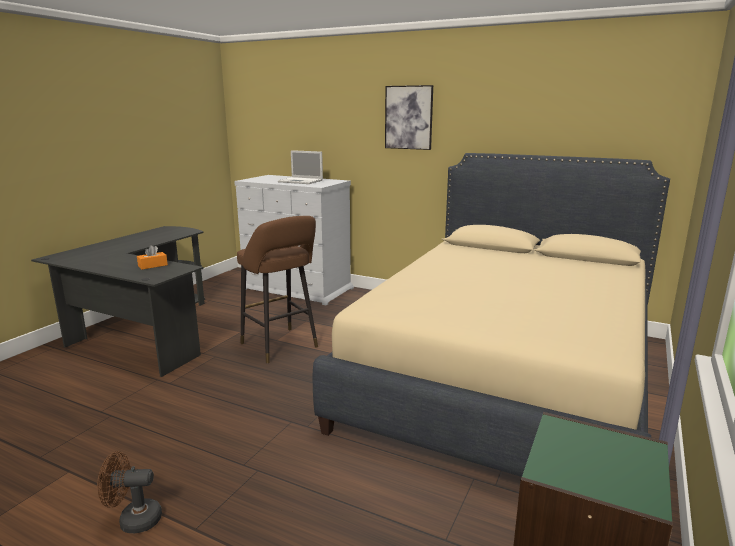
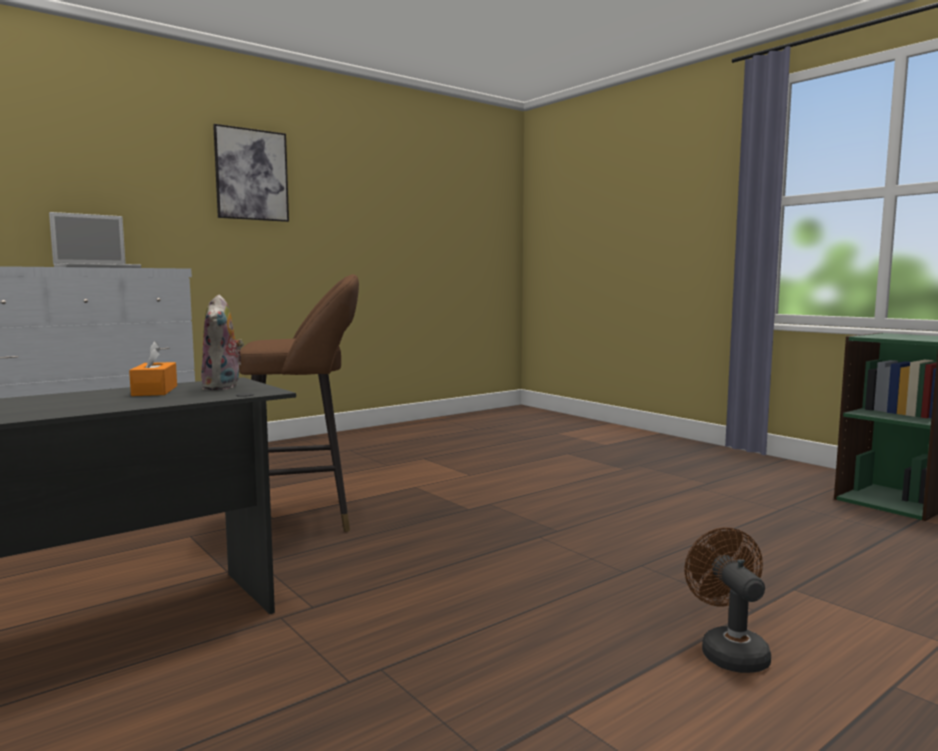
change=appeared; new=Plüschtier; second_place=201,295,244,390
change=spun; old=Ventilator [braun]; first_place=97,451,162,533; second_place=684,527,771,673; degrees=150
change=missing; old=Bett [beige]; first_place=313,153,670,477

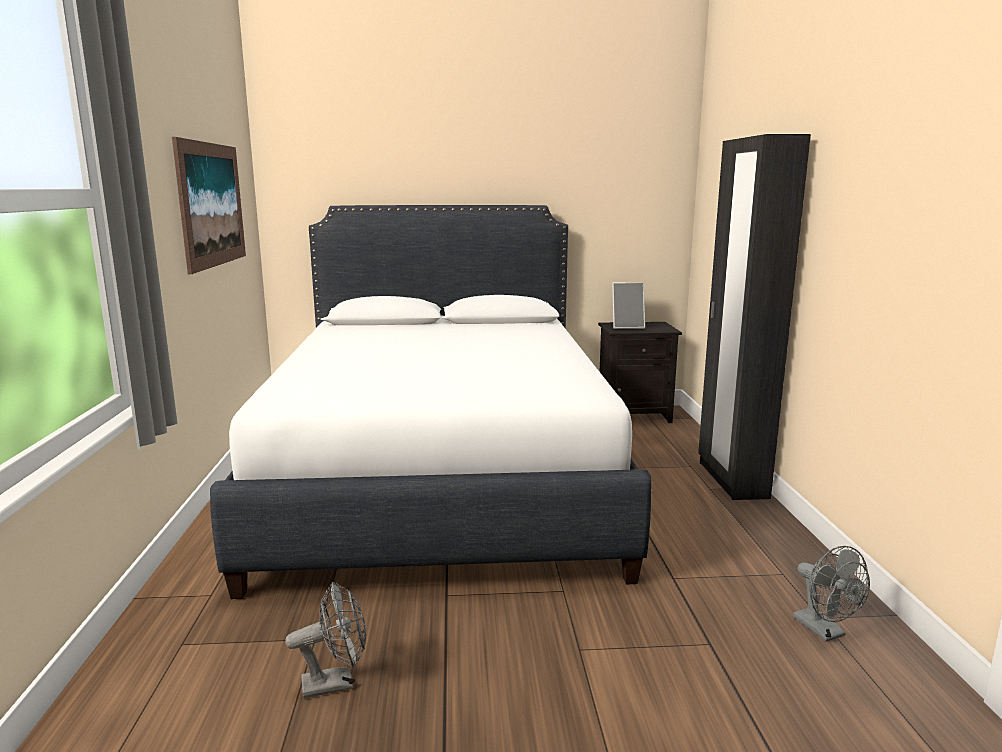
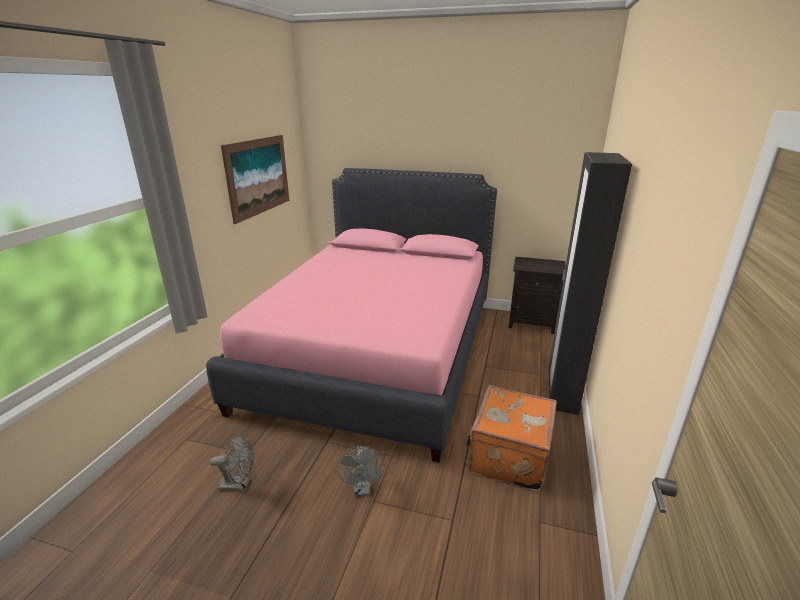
change=colour; old=Bett [weiß]; new=Bett [rosa]; first_place=210,205,651,599; second_place=206,168,497,463
change=relocated; old=Ventilator [grau]; first_place=793,546,870,642; second_place=337,446,385,496
change=appeared; new=Koffer [orange]; second_place=466,385,557,492
change=missing; old=Bilderrahmen; first_place=612,282,645,329

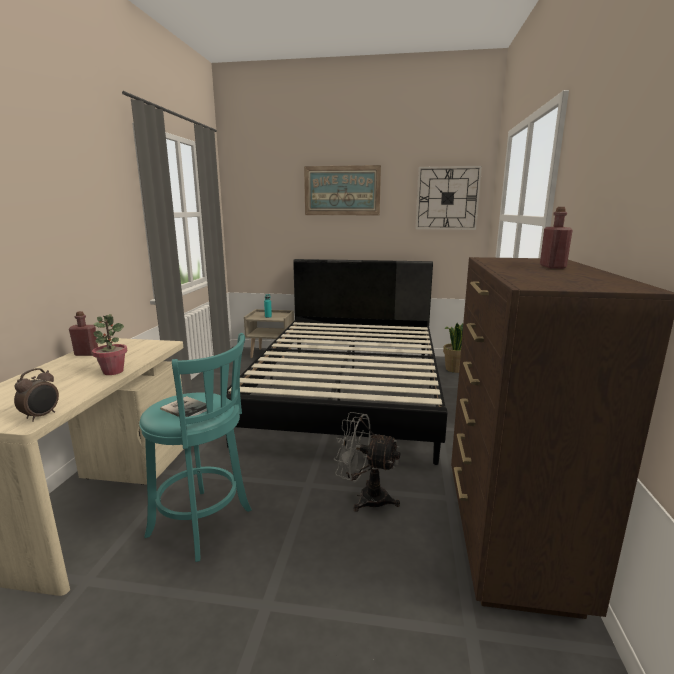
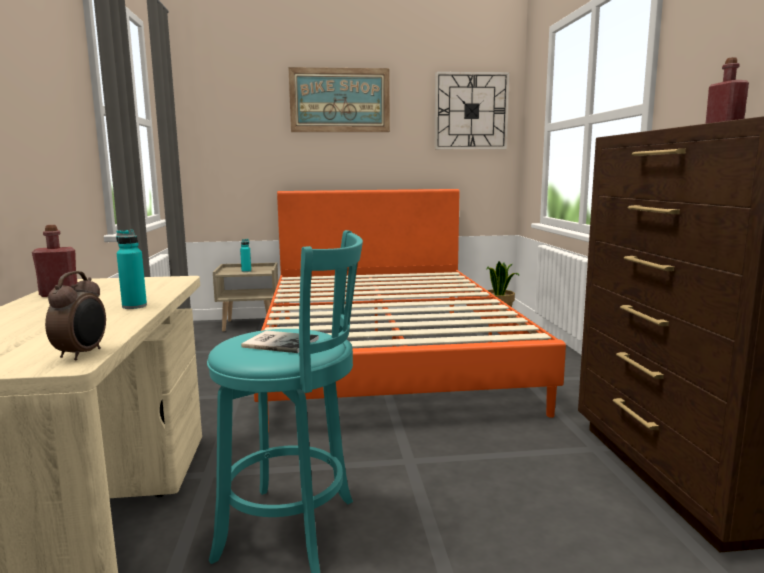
change=exchanged; old=Topfpflanze; new=Flasche [türkis]; first_place=92,314,127,375; second_place=116,230,147,309
change=colour; old=Bett [schwarz]; new=Bett [orange]; first_place=226,259,447,465; second_place=254,189,566,433
change=missing; old=Ventilator [grau]; first_place=334,412,401,512

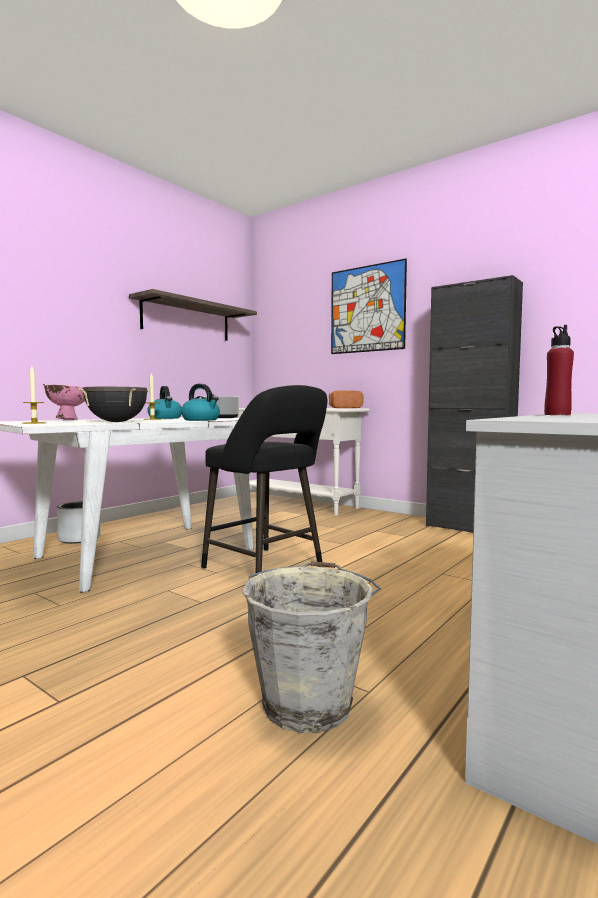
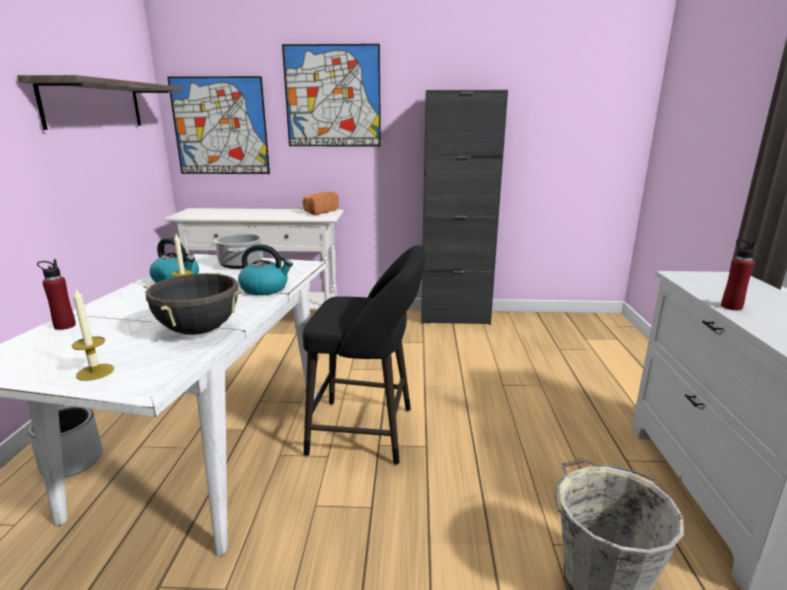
change=exchanged; old=Schüssel [rosa]; new=Flasche [rot]; first_place=43,384,85,420; second_place=37,259,76,330
change=appeared; new=Bild; second_place=167,76,270,174

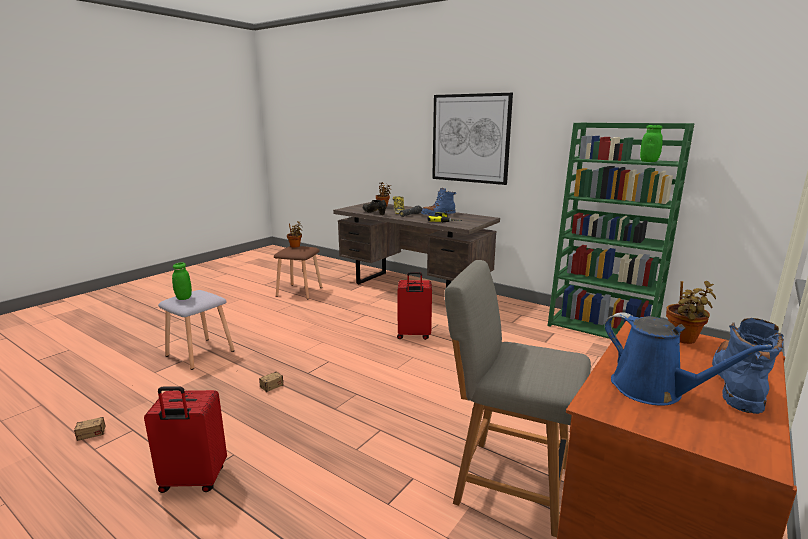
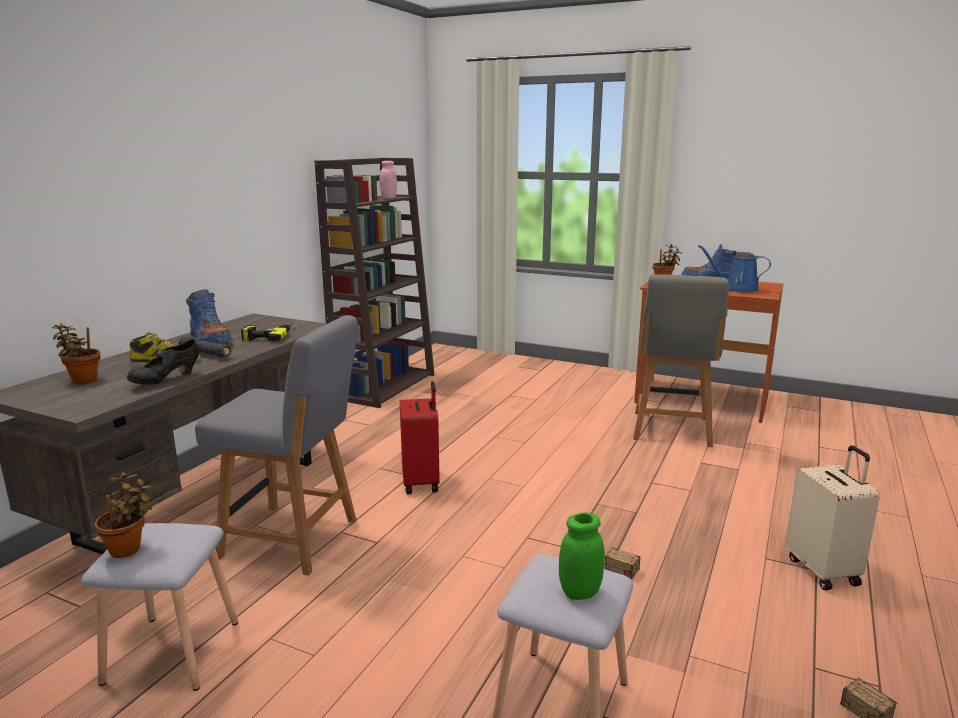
change=colour; old=Hocker [braun]; new=Hocker [grau]; first_place=274,246,322,299; second_place=81,523,238,691
change=appeared; new=Stuhl [grau]; second_place=195,315,358,576
change=colour; old=Bücherregal [grün]; new=Bücherregal [braun]; first_place=548,123,695,339; second_place=315,158,434,408
change=colour; old=Vorratsglas [grün]; new=Vorratsglas [rosa]; first_place=640,125,663,162; second_place=379,161,397,198
change=spun; old=Gießkanne [blau]; first_place=604,312,774,405; second_place=698,245,771,293; degrees=-105
change=colour; old=Koffer [rot]; new=Koffer [beige]; first_place=144,386,227,493; second_place=785,445,880,591
change=missing; old=Bild; first_place=432,93,513,185

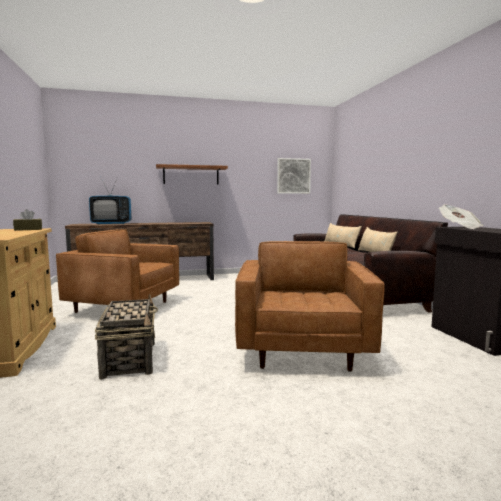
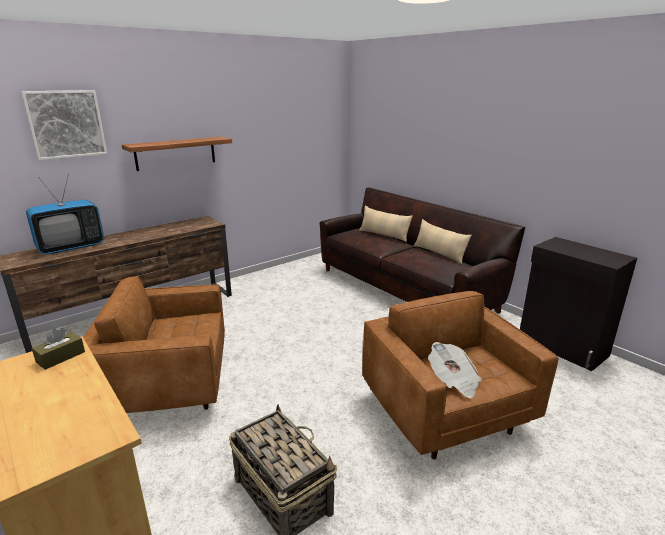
change=relocated; old=Bild; first_place=277,158,311,194; second_place=21,90,107,161
change=relocated; old=Zeitung; first_place=439,204,483,229; second_place=428,342,482,398

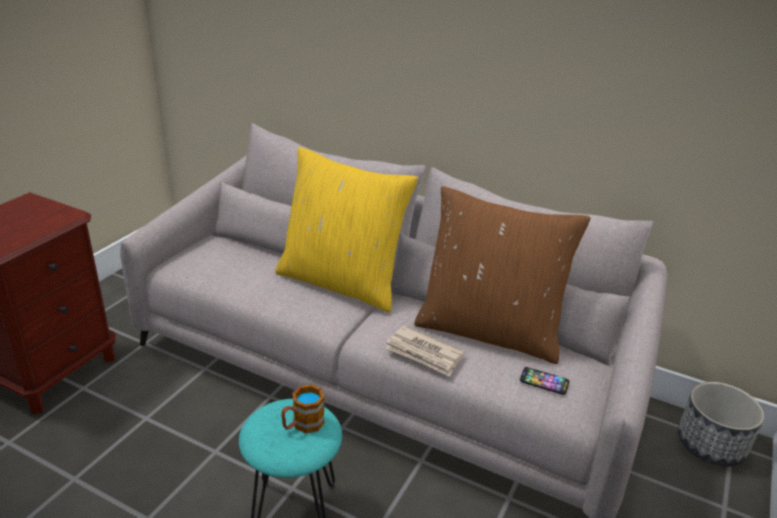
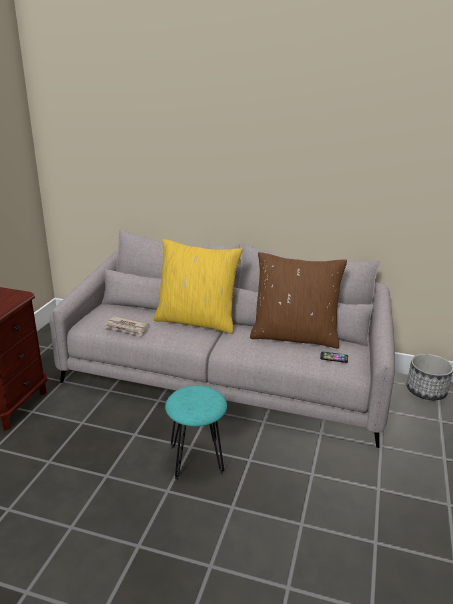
change=relocated; old=Zeitung; first_place=386,325,465,377; second_place=105,316,149,336
change=missing; old=Henkelbecher; first_place=281,384,325,433

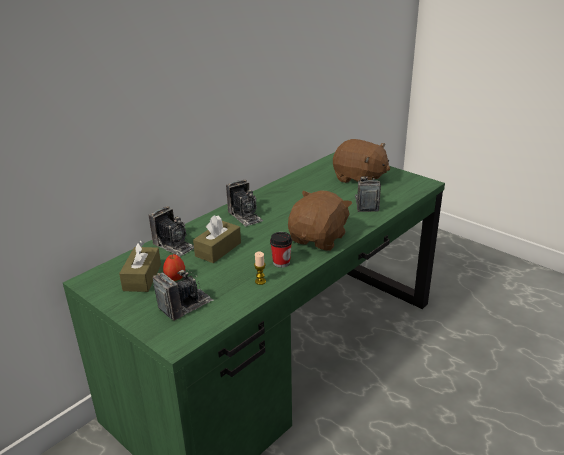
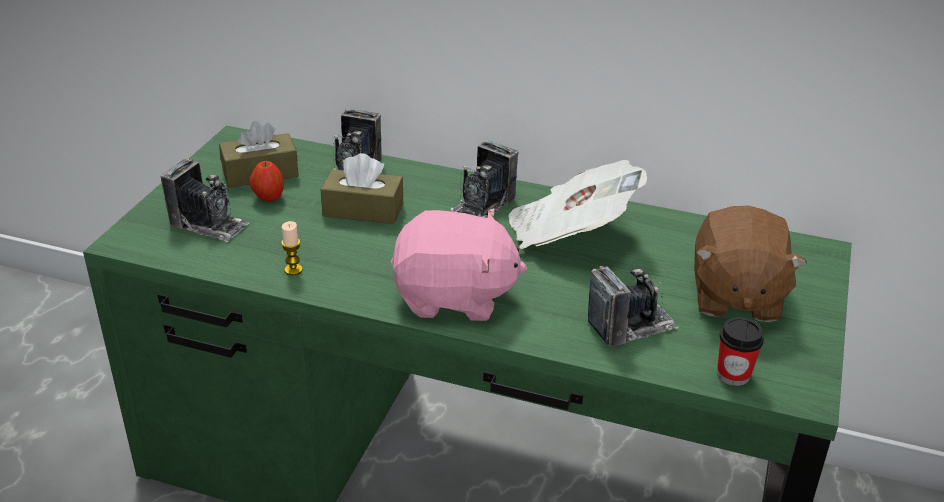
change=colour; old=Plüschtier [braun]; new=Plüschtier [rosa]; first_place=288,190,352,251; second_place=390,208,527,321
change=appeared; new=Zeitung; second_place=508,160,647,249
change=relocated; old=Tasse; first_place=270,232,292,268; second_place=717,317,764,386

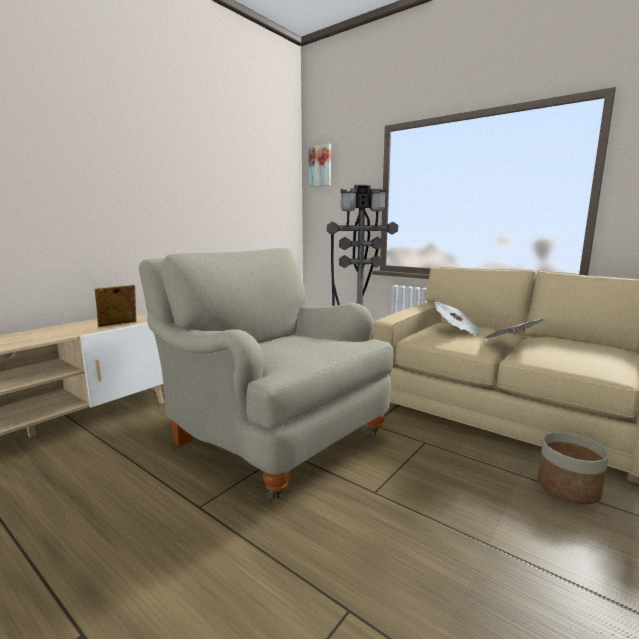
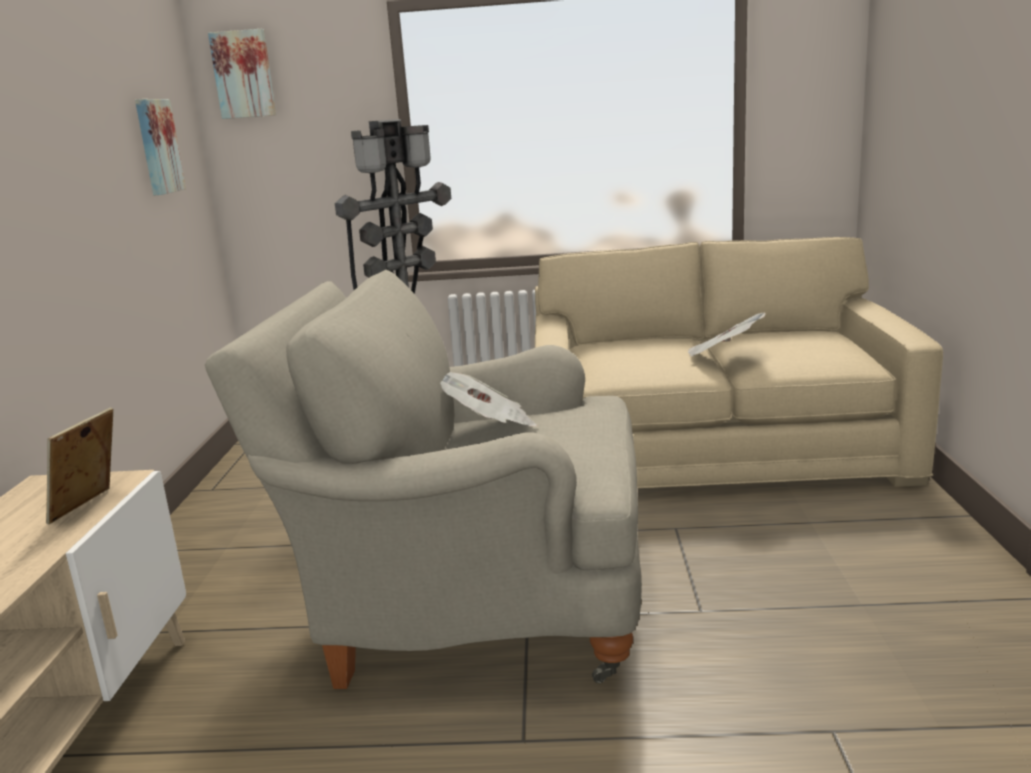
change=appeared; new=Bild; second_place=135,99,186,195
change=relocated; old=Zeitung; first_place=434,302,481,337; second_place=440,372,537,427
change=missing; old=Pflanzkübel; first_place=538,432,609,505

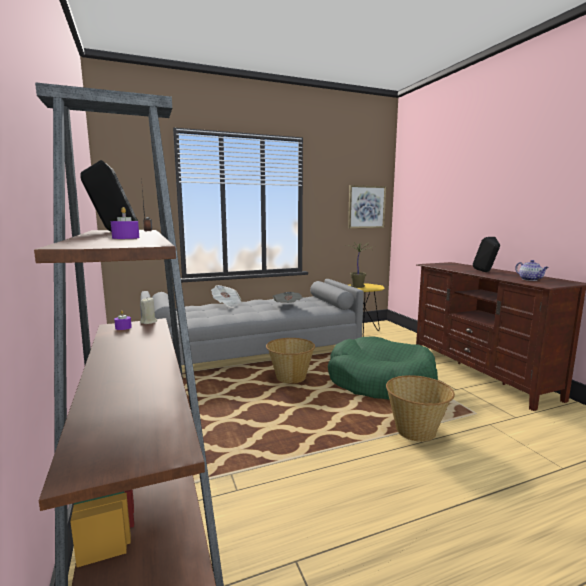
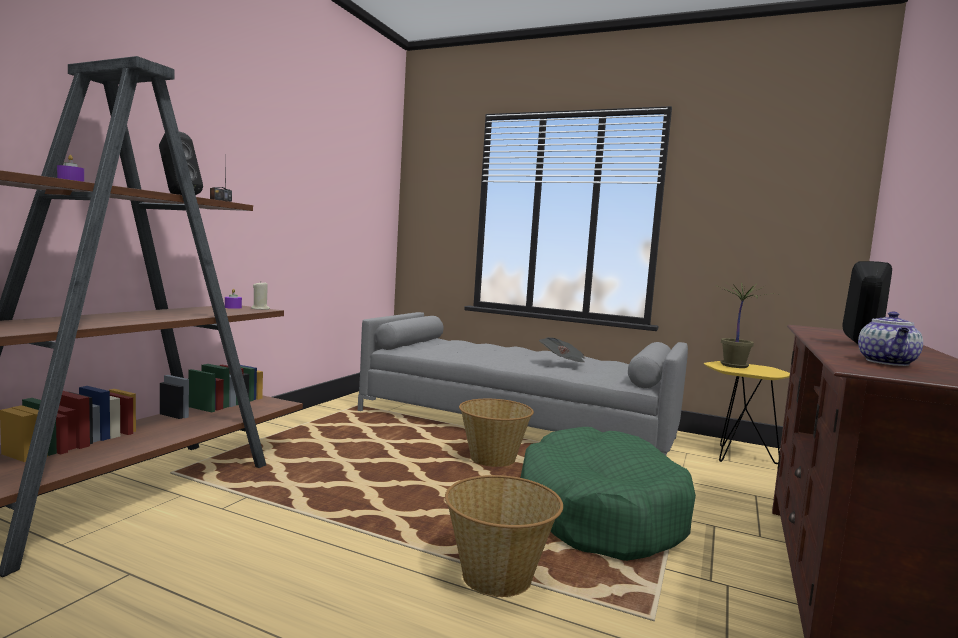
change=missing; old=Zeitung; first_place=211,285,243,308
change=missing; old=Bild; first_place=348,185,386,228

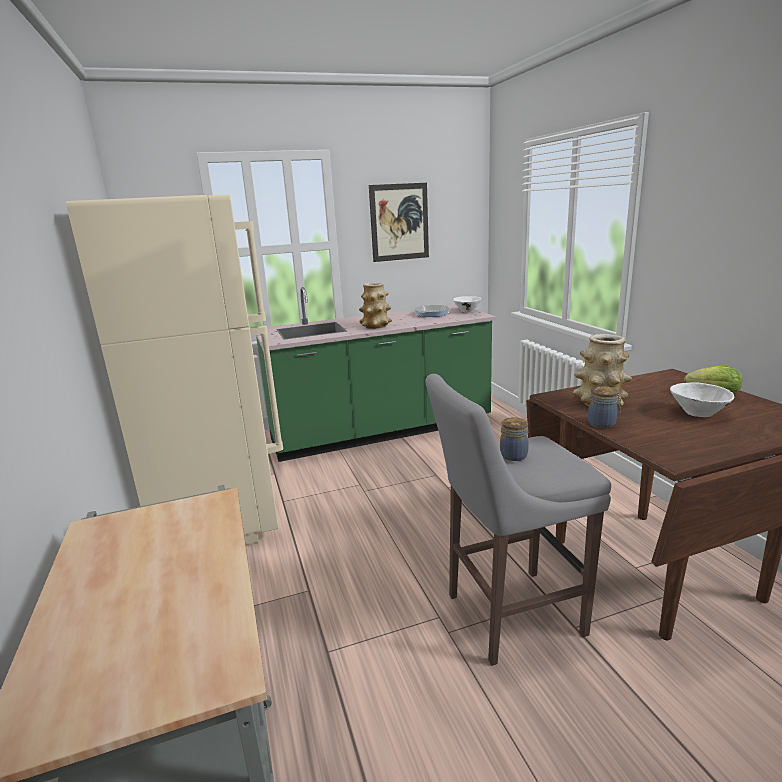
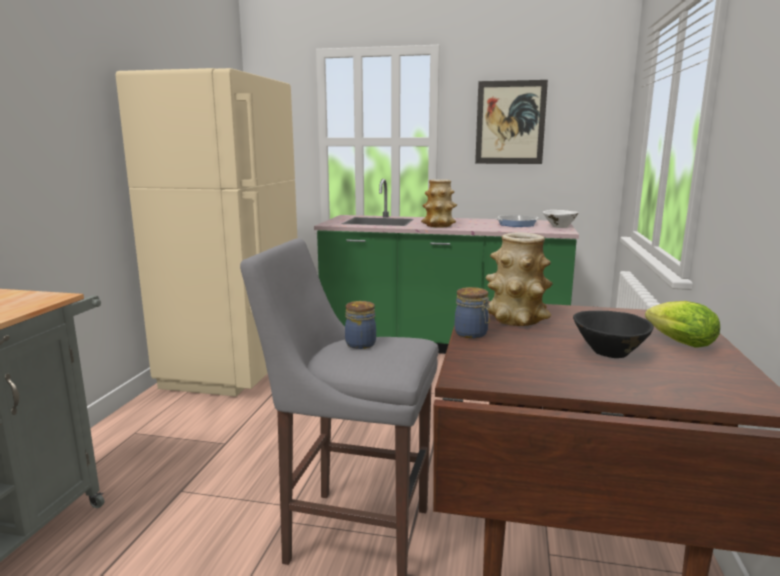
change=colour; old=Schüssel [weiß]; new=Schüssel [schwarz]; first_place=670,382,734,417; second_place=573,311,654,358

